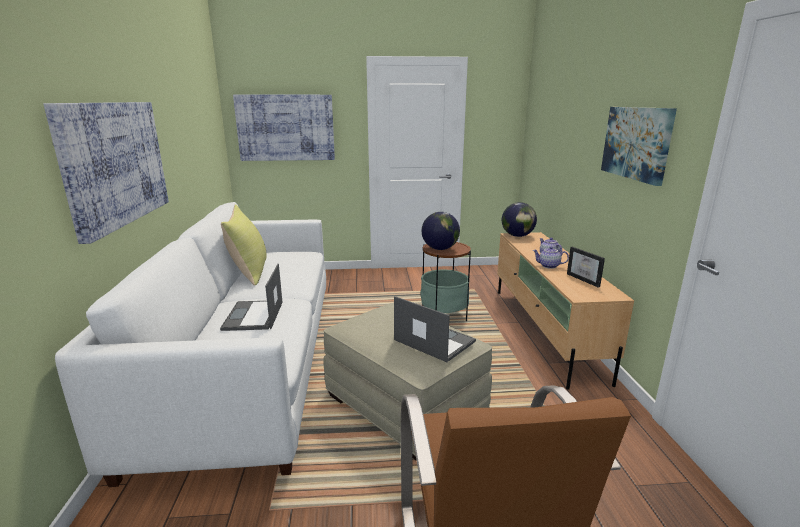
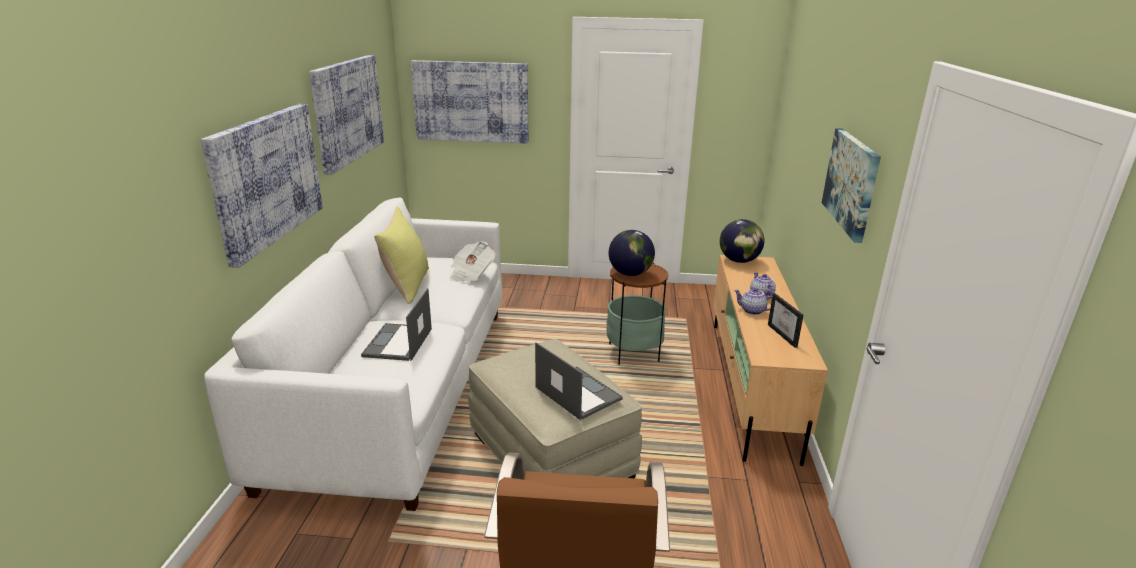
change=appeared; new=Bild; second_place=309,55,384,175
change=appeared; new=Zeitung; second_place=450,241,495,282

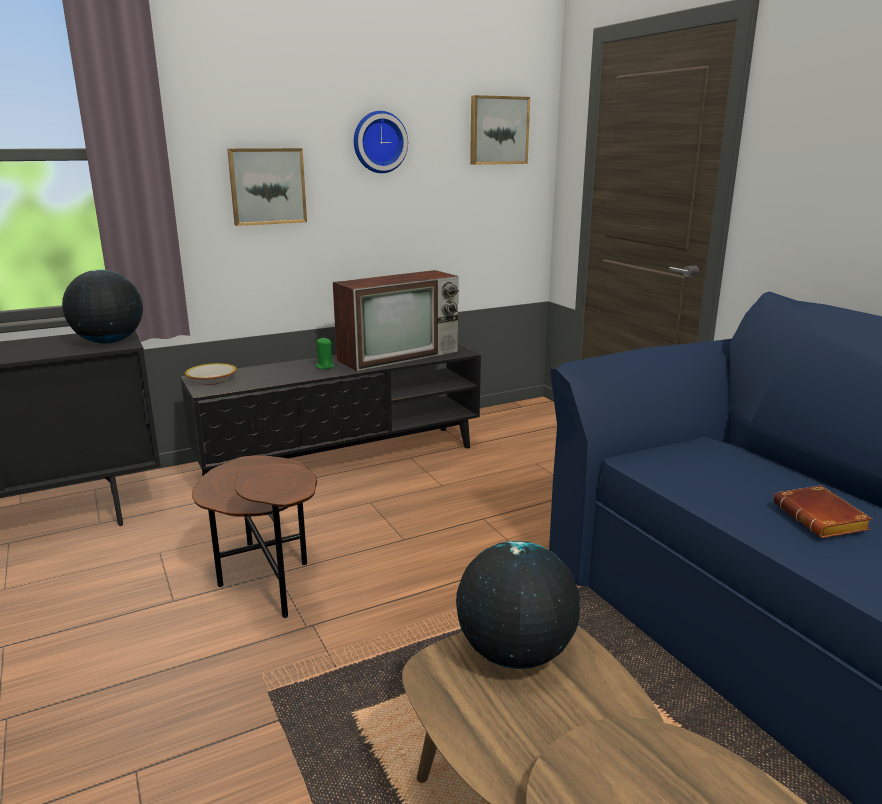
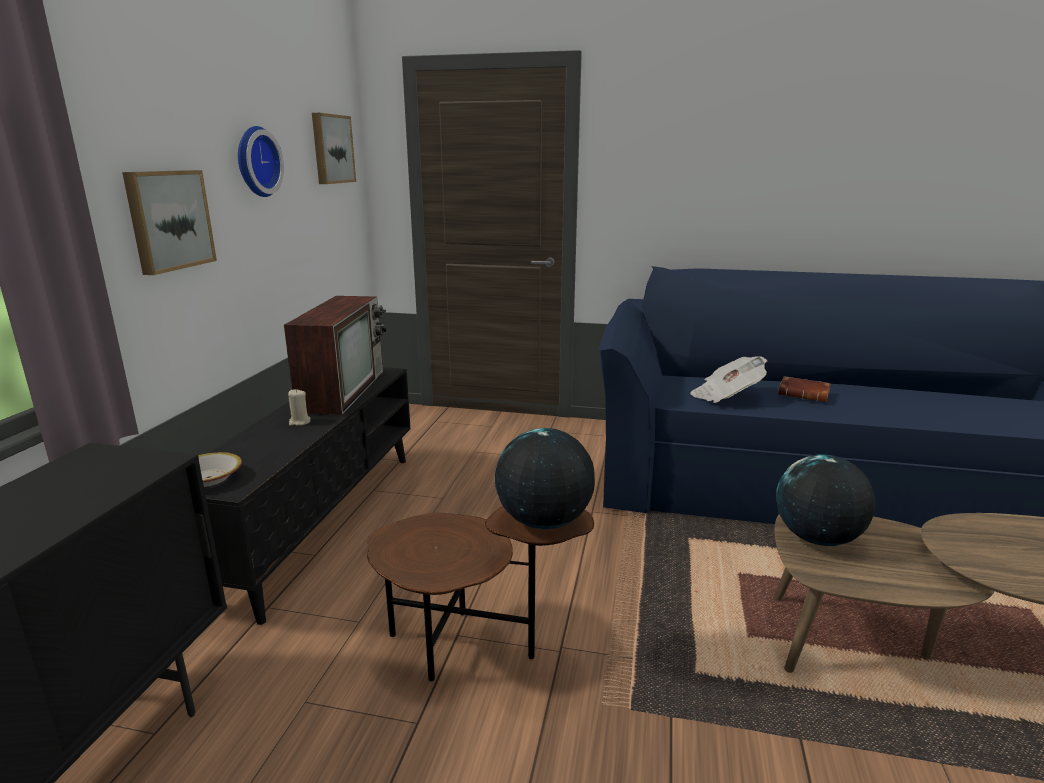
change=colour; old=Kerze [grün]; new=Kerze [beige]; first_place=315,337,334,369; second_place=288,390,311,426
change=relocated; old=Globus; first_place=62,270,143,344; second_place=495,428,595,529
change=appeared; new=Zeitung; second_place=691,356,767,403

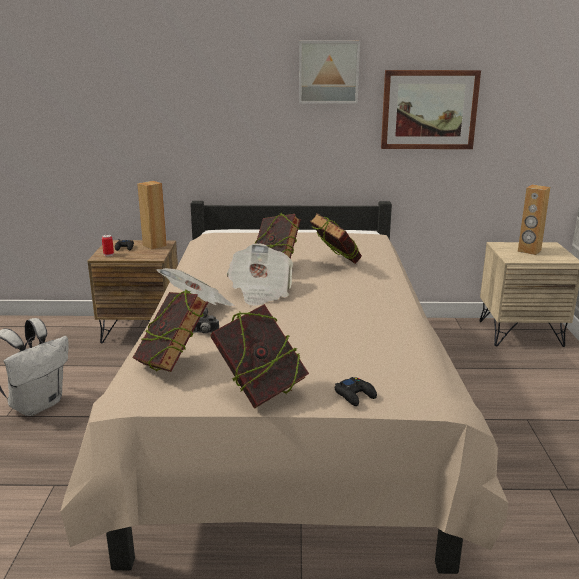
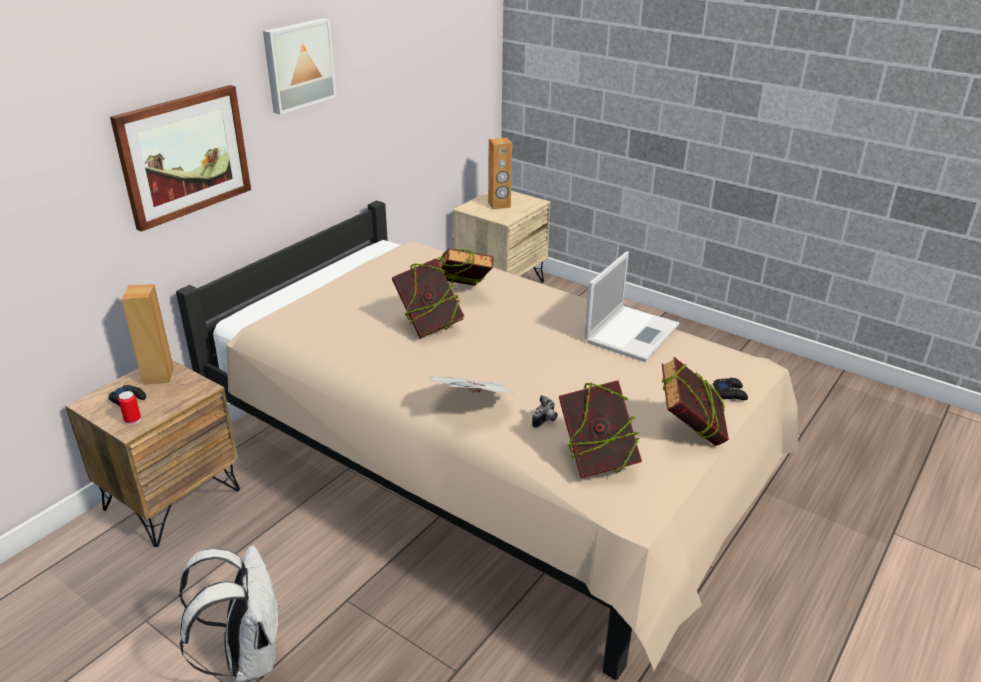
change=relocated; old=Bild; first_place=381,70,481,149; second_place=110,85,251,232
change=appeared; new=Laptop; second_place=584,251,679,362
change=missing; old=Zeitung; first_place=227,244,293,306

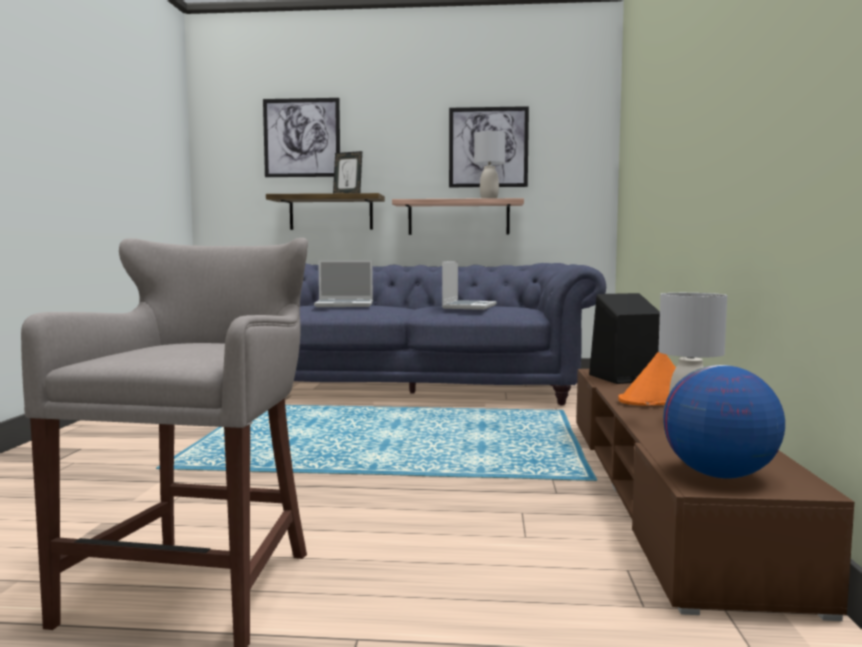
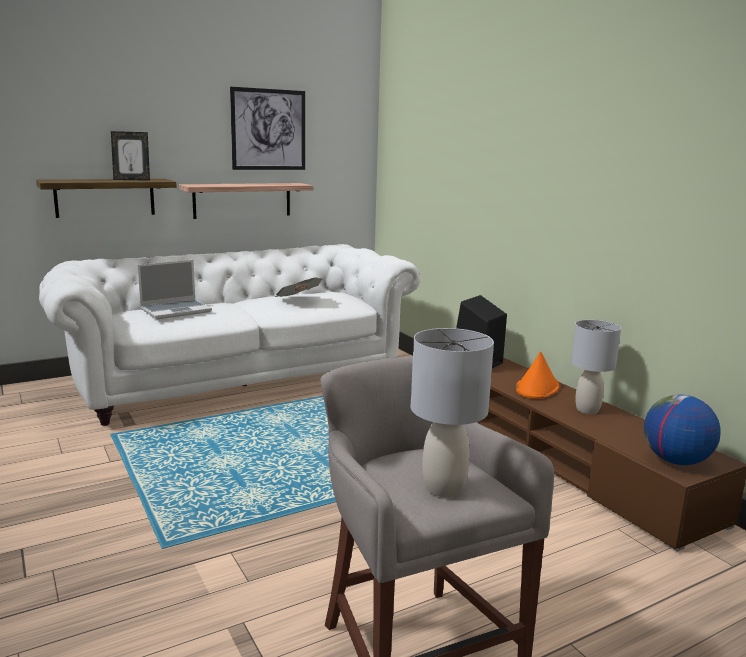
change=colour; old=Sofa [blau]; new=Sofa [weiß]; first_place=294,263,606,405; second_place=39,244,420,426
change=exchanged; old=Laptop; new=Zeitung; first_place=442,261,496,310; second_place=275,277,322,297
change=relocated; old=Tischlampe [grau]; first_place=474,131,505,199; second_place=410,328,494,497
change=missing; old=Bild; first_place=263,98,340,177

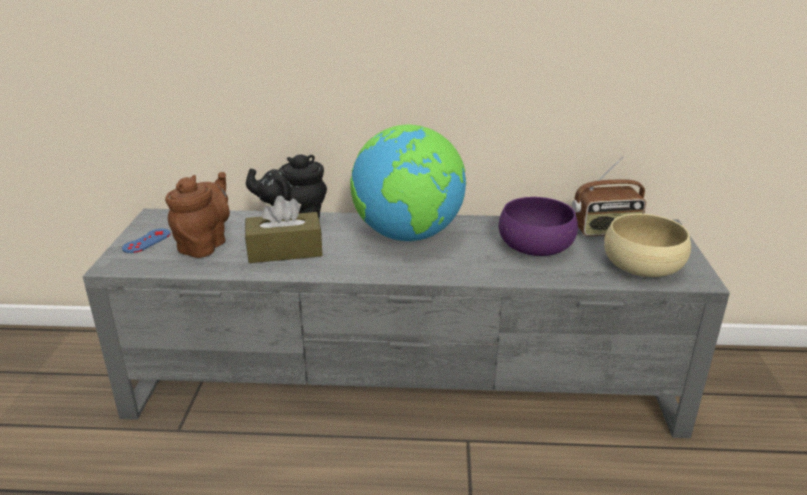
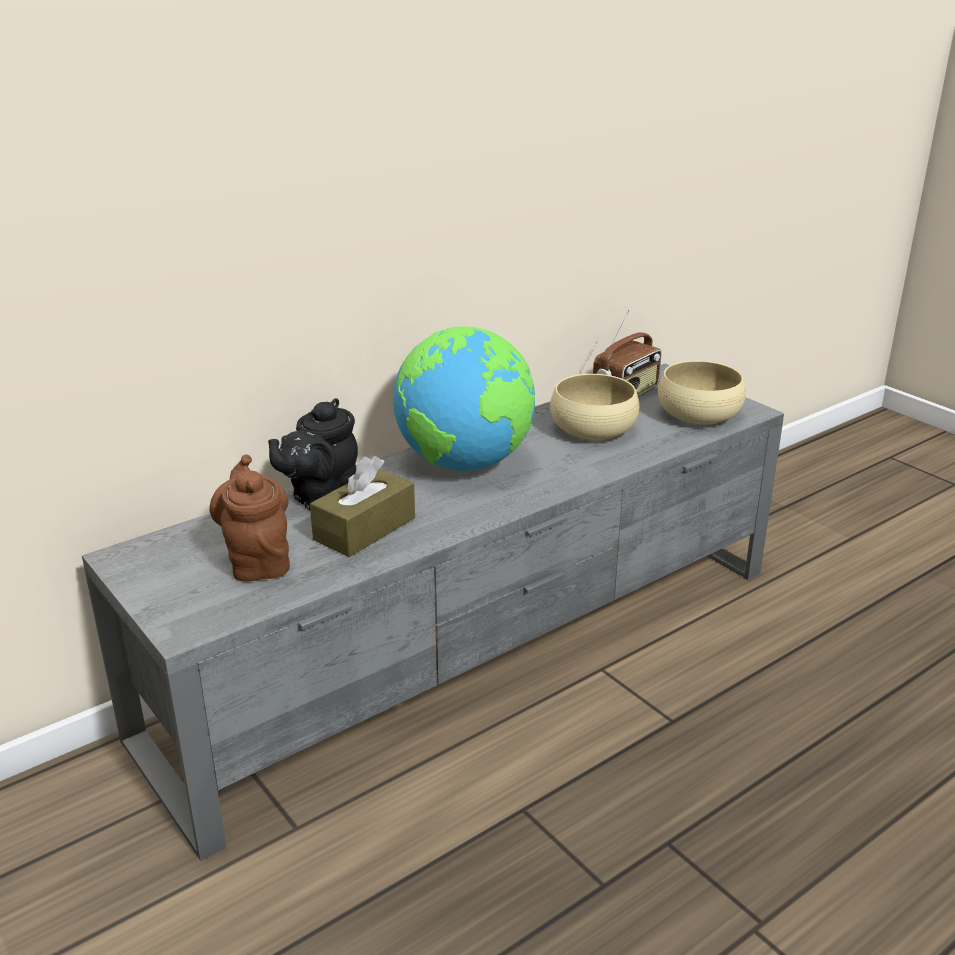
change=colour; old=Schüssel [lila]; new=Schüssel [beige]; first_place=499,197,578,256; second_place=550,374,639,440
change=missing; old=Gamepad [blau]; first_place=122,229,171,253

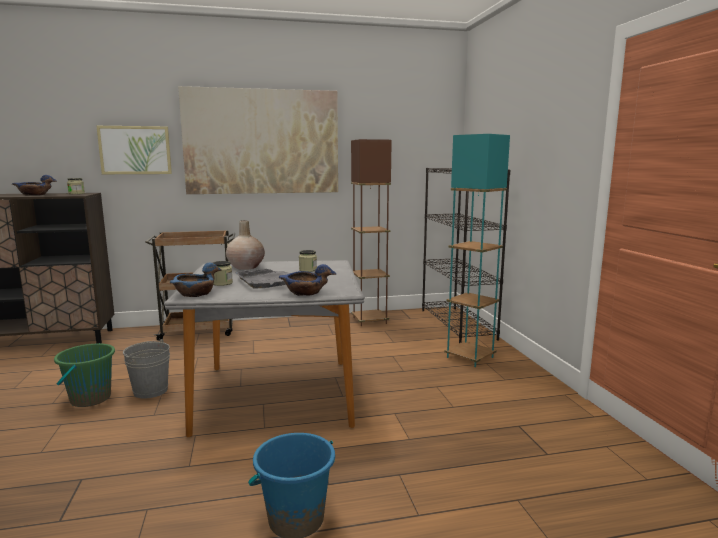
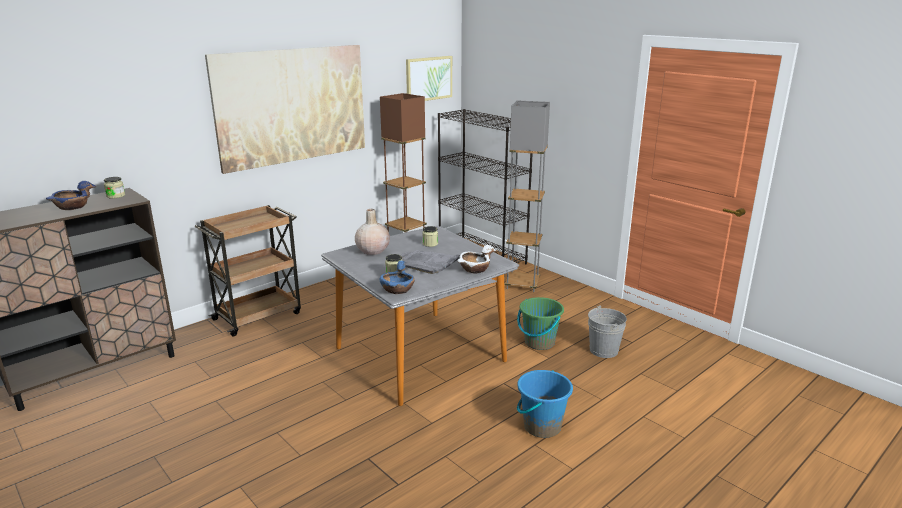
change=relocated; old=Bild; first_place=96,126,172,174; second_place=406,56,452,101
change=colour; old=Schüssel [blau]; new=Schüssel [weiß]; first_place=279,264,336,296; second_place=457,245,496,274
change=colour; old=Stehlampe [türkis]; new=Stehlampe [grau]; first_place=444,134,510,367; second_place=505,101,550,292
change=relocated; old=Eimer [grün]; first_place=54,343,115,407; second_place=517,297,564,350
change=relocated; old=Eimer [grau]; first_place=123,339,170,399; second_place=588,306,627,358

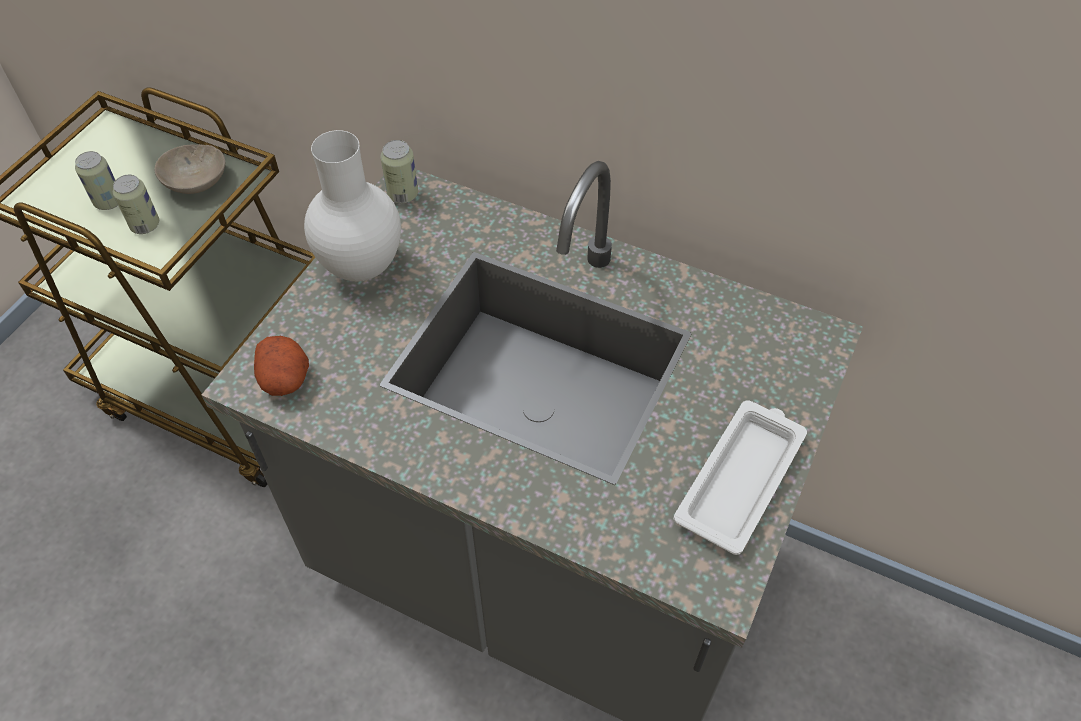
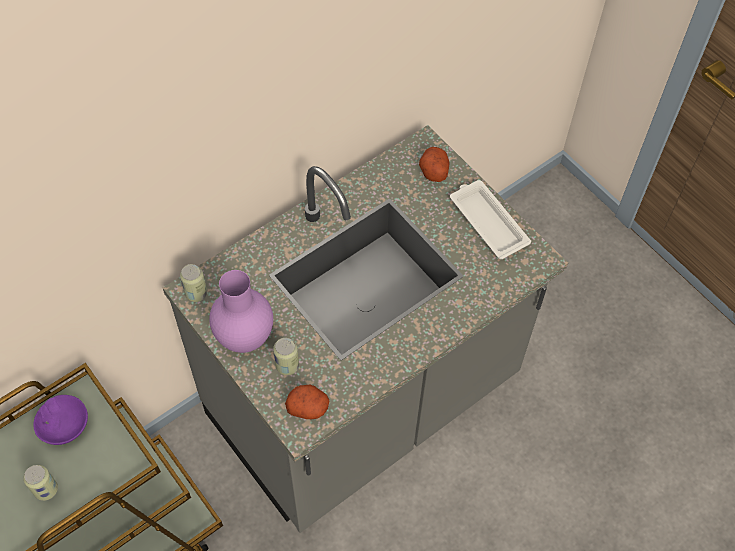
change=colour; old=Schüssel [beige]; new=Schüssel [lila]; first_place=155,144,225,194; second_place=33,395,88,445
change=colour; old=Vase [weiß]; new=Vase [lila]; first_place=304,130,401,282; second_place=209,270,273,353
change=relocated; old=Dose; first_place=113,174,159,234; second_place=273,338,299,375
change=appeared; new=Kartoffel; second_place=419,147,450,182

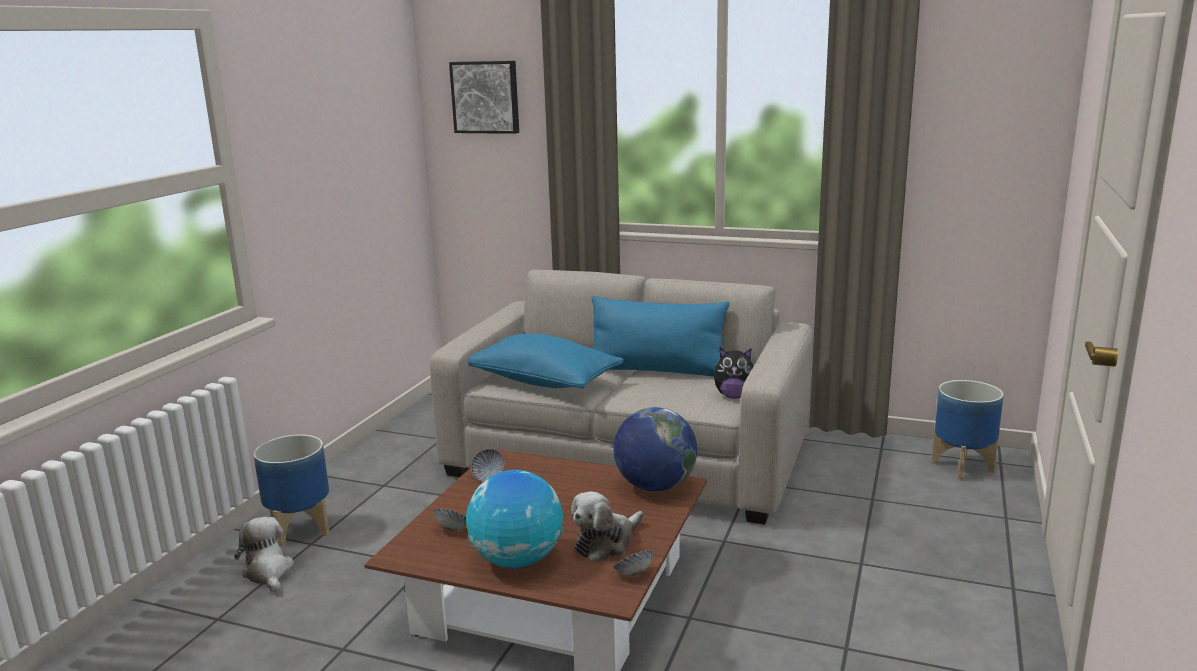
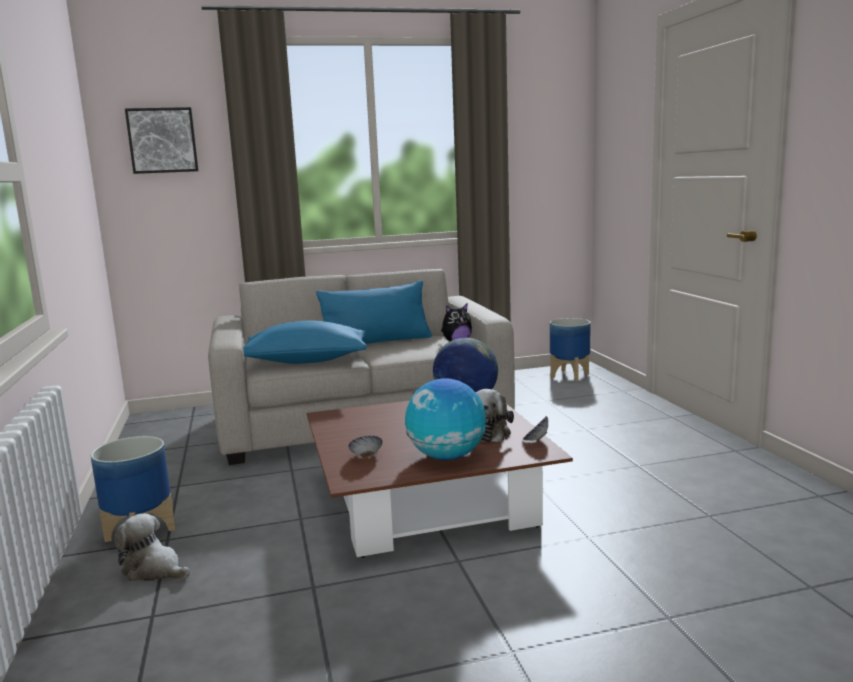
change=missing; old=Schüssel; first_place=471,449,505,482

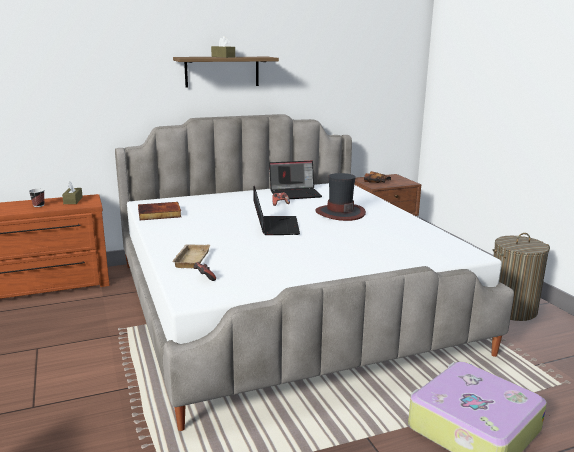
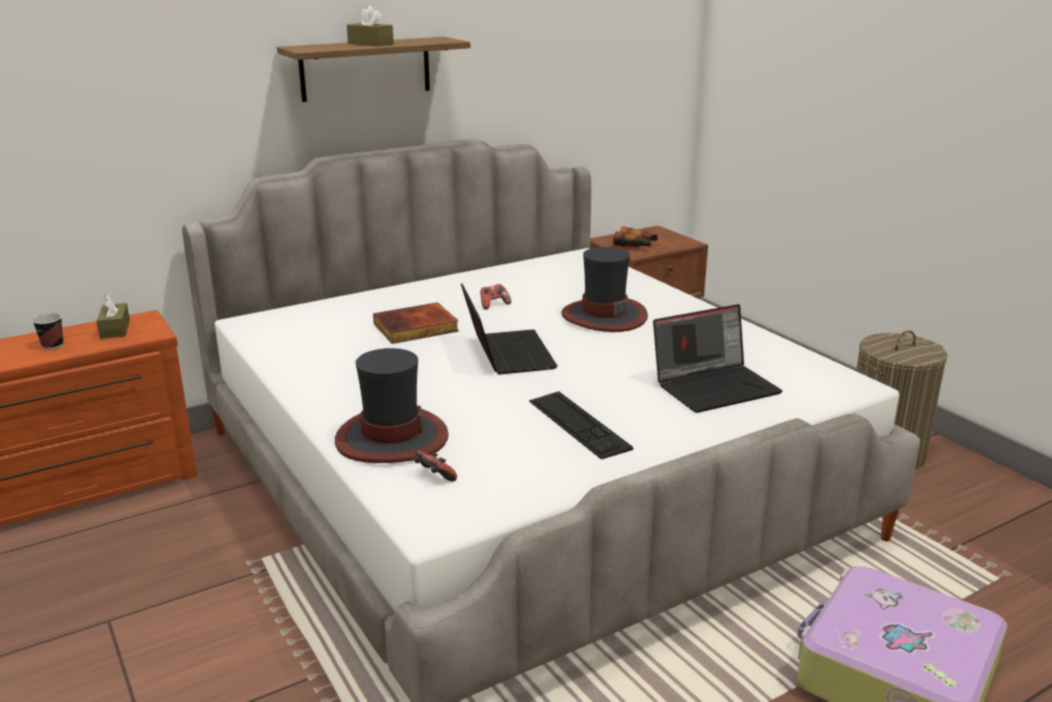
change=exchanged; old=Tablett [beige]; new=Hut; first_place=172,244,210,268; second_place=335,348,449,463
change=relocated; old=Buch; first_place=138,202,181,220; second_place=373,302,459,344
change=appeared; new=Tastatur; second_place=529,391,633,459
change=relocated; old=Laptop; first_place=269,161,322,199; second_place=653,304,782,413

